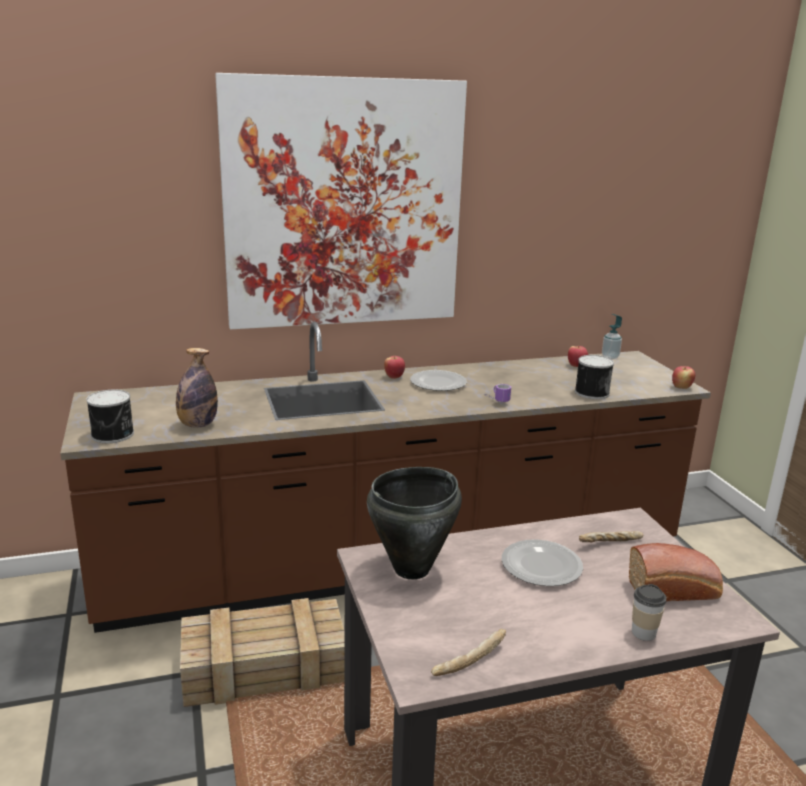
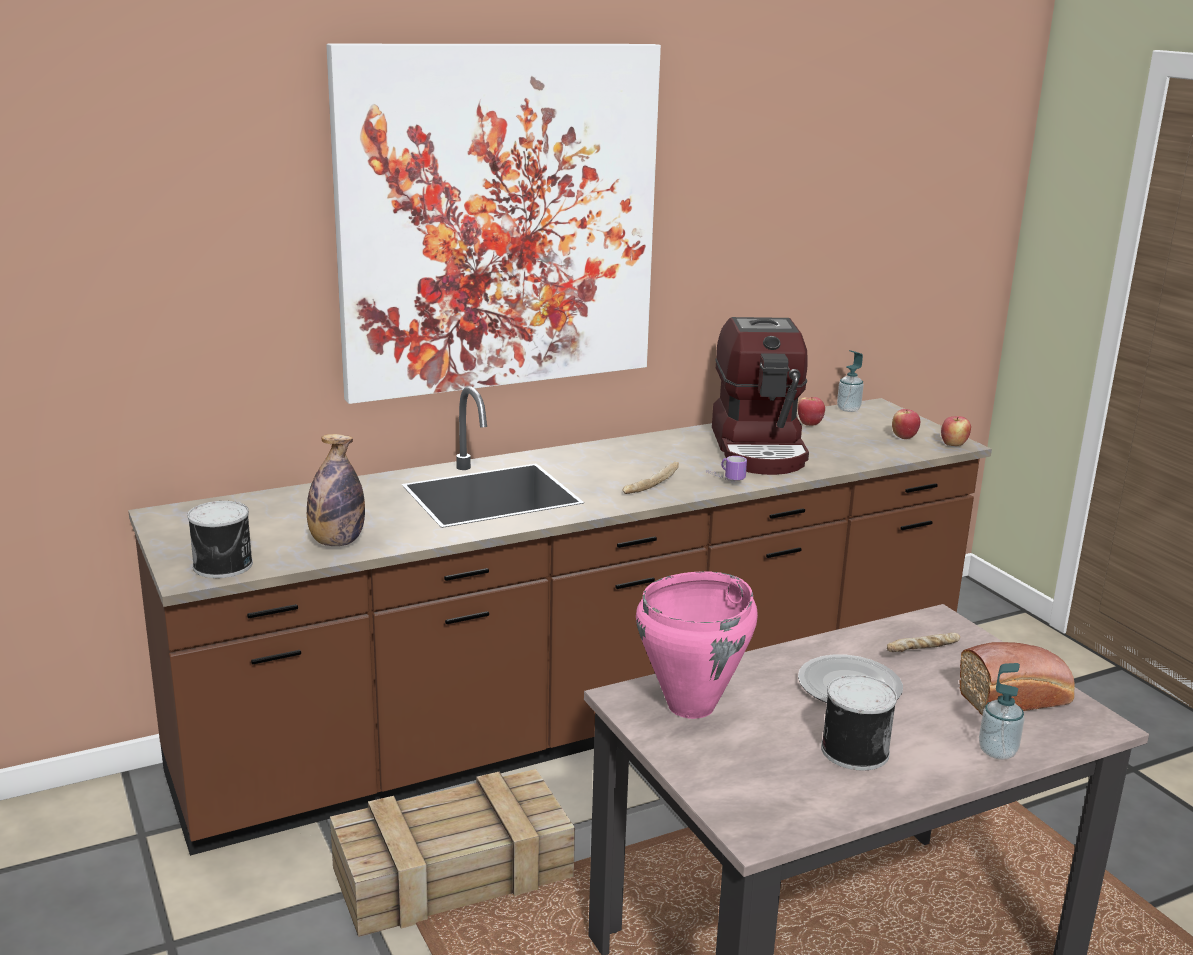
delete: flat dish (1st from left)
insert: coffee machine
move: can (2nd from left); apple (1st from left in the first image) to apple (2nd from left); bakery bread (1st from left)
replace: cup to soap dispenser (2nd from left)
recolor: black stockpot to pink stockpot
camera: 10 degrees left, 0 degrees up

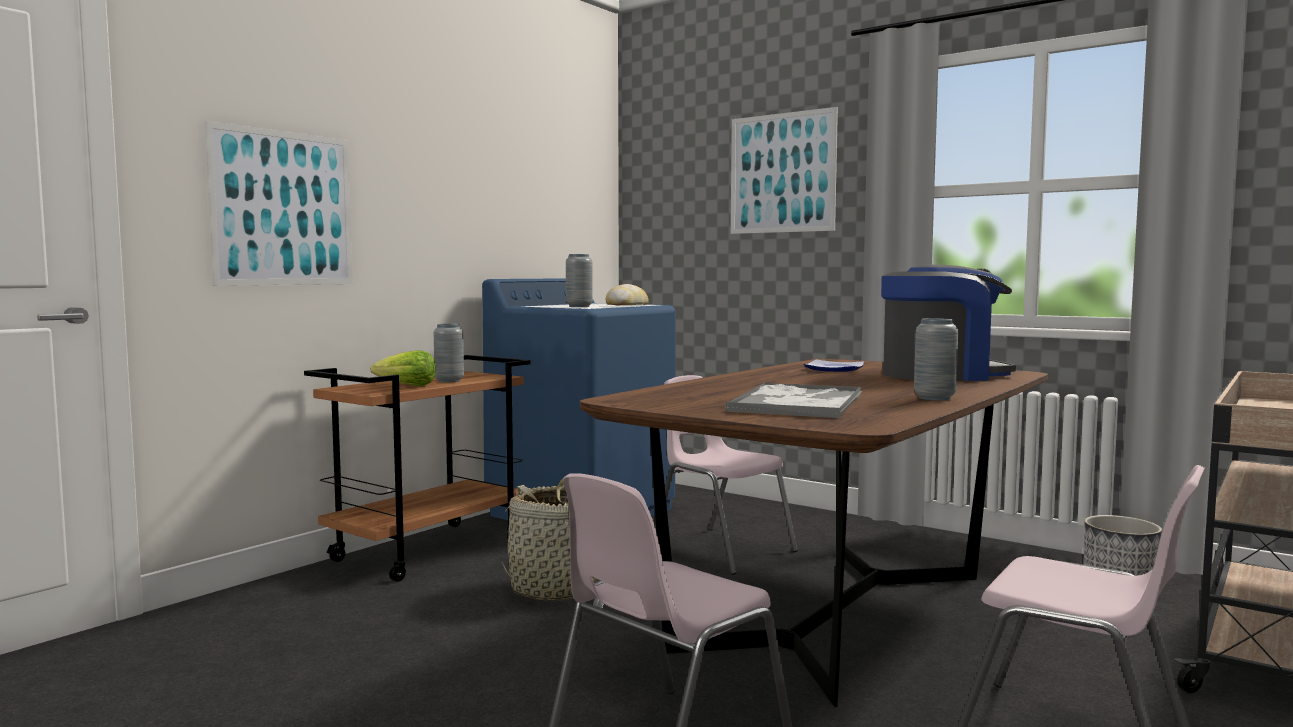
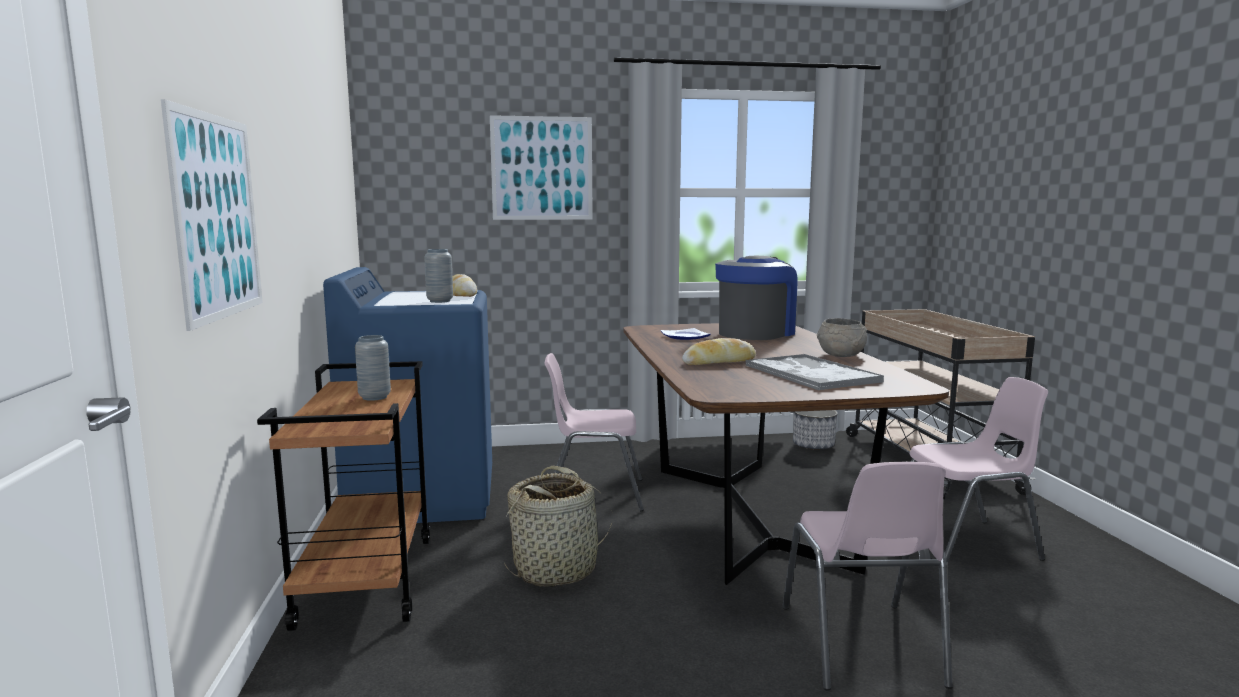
delete: lettuce
insert: bakery bread (2nd from left)
replace: greyish vase (3rd from left) to greyish bowl
camera: 45 degrees left, 5 degrees up

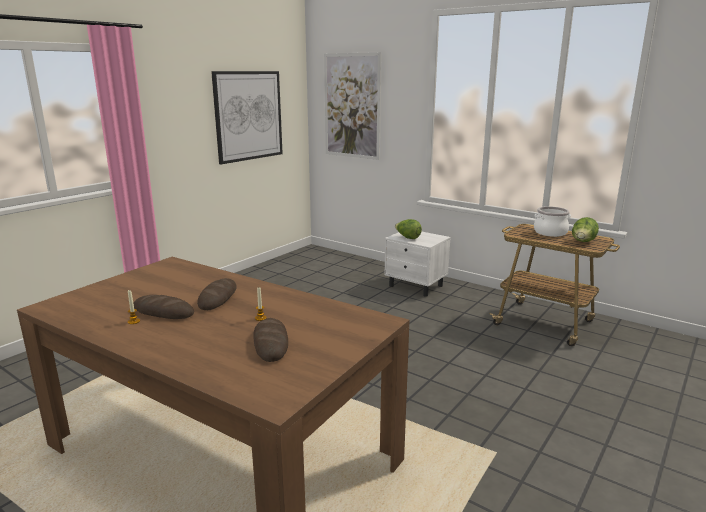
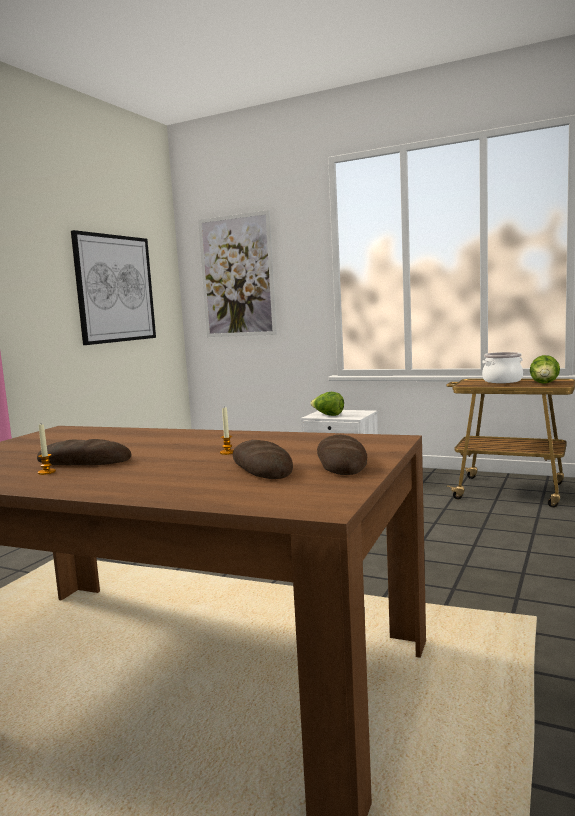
move: bakery bread (2nd from left in the first image) to bakery bread (3rd from left)
camera: 10 degrees left, 10 degrees down

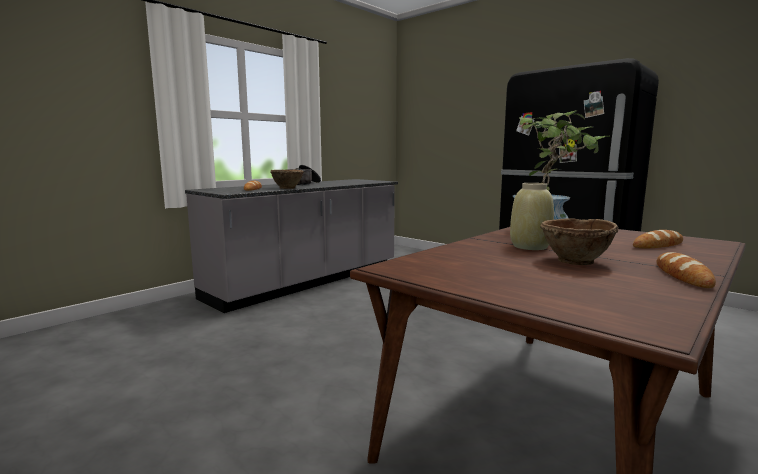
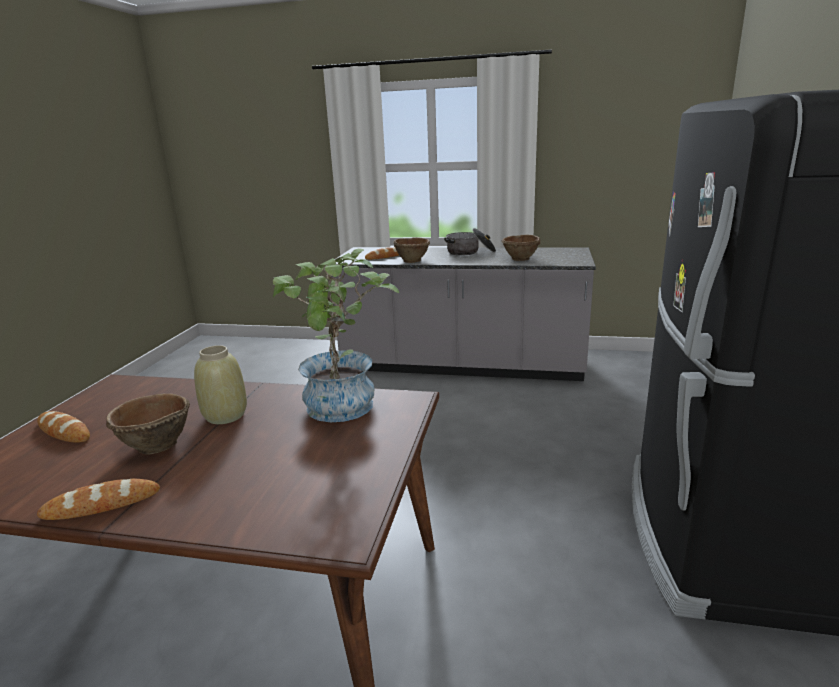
insert: brown bowl (3rd from left)
move: bakery bread (2nd from left in the first image) to bakery bread (1st from left)
camera: 60 degrees right, 10 degrees up

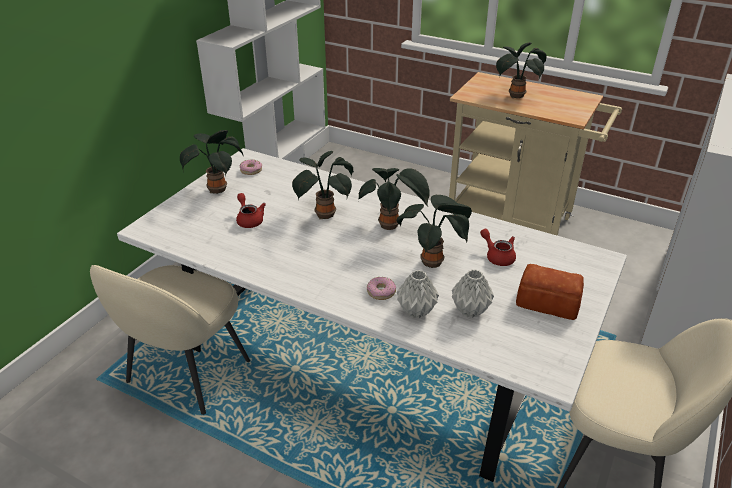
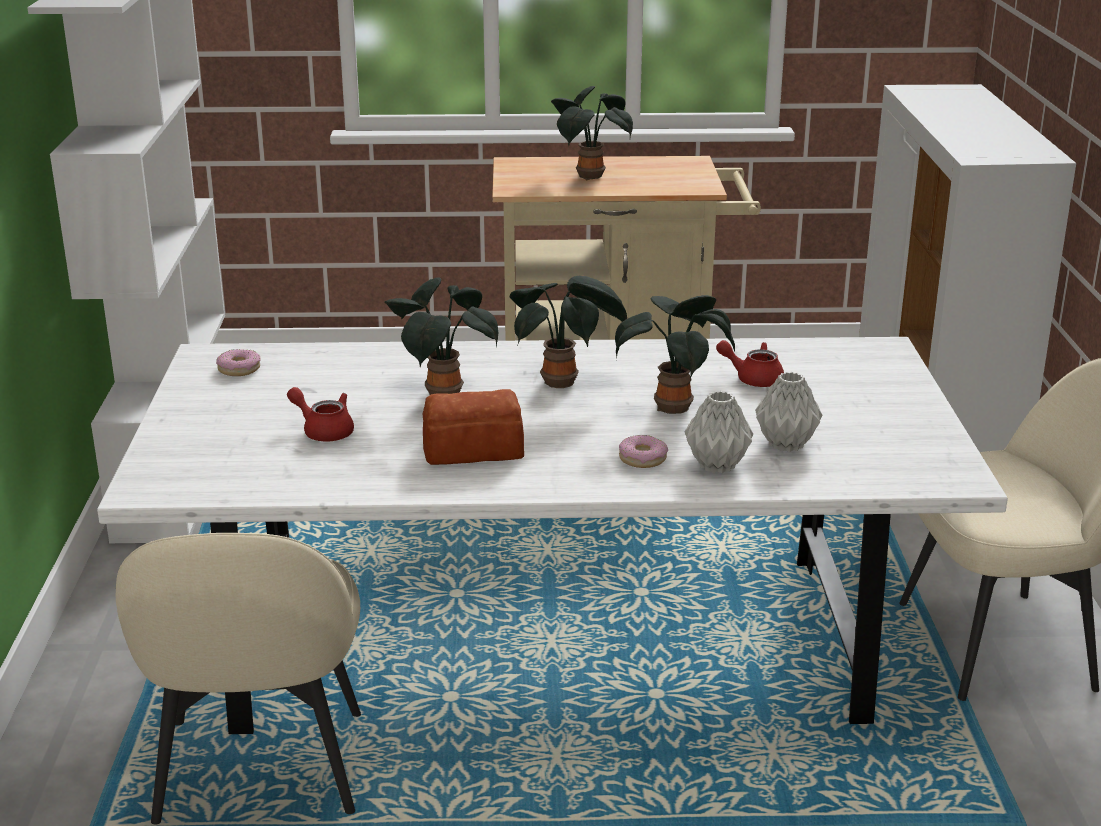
delete: plant in a pot (1st from left)
move: bakery bread
camera: 30 degrees left, 10 degrees down

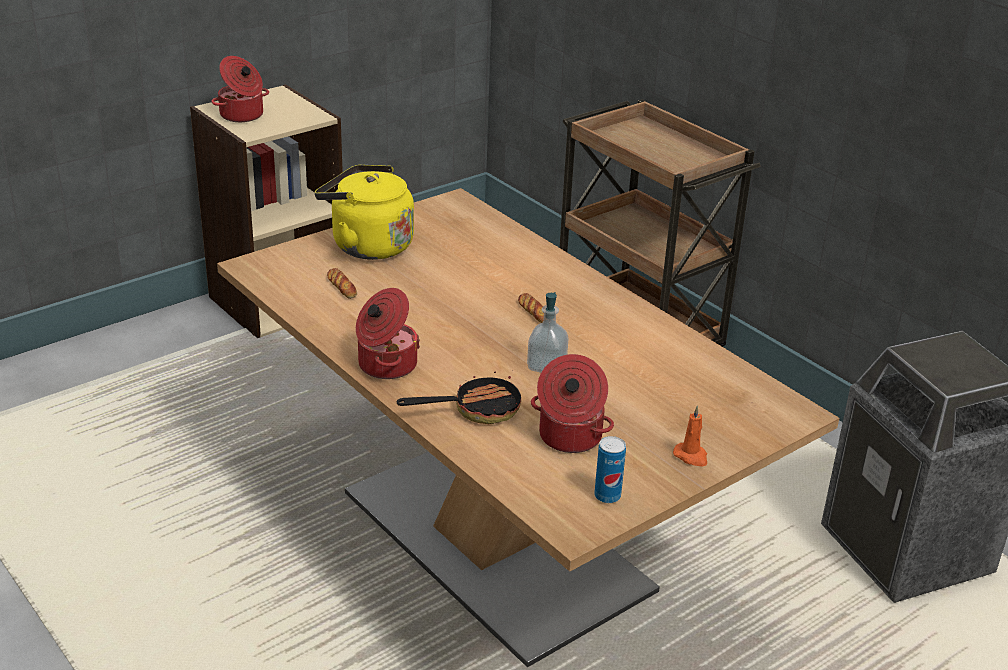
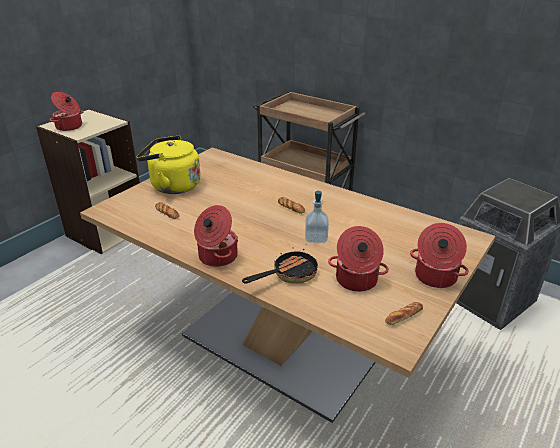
replace: orangey candle to stockpot (4th from left); can to bakery bread (3rd from left)
camera: 15 degrees left, 0 degrees up

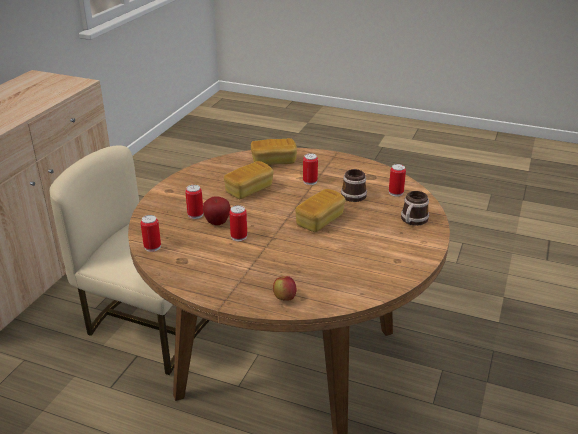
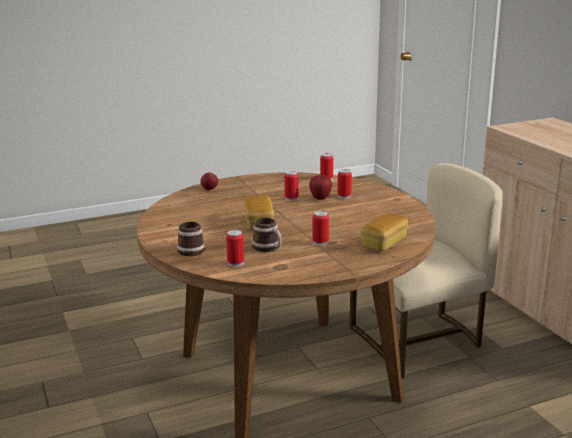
delete: bakery bread (1st from left)
camera: 135 degrees right, 10 degrees down

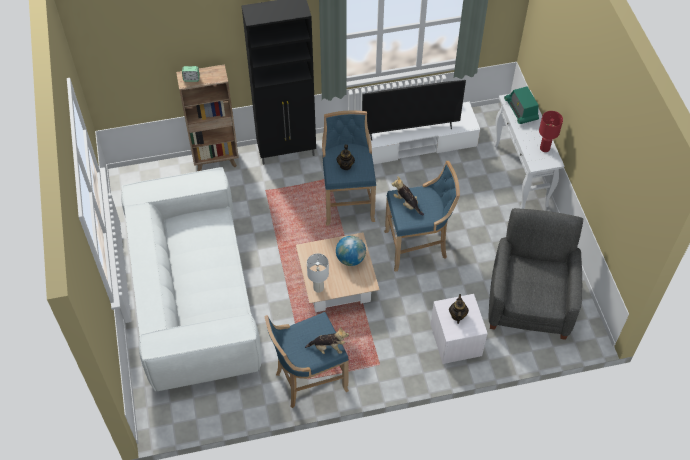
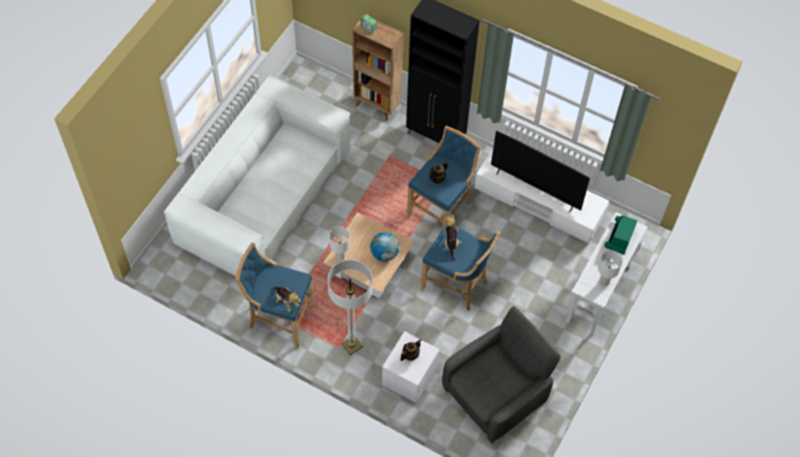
insert: standing lamp
recolor: reddish tabletop lamp to white tabletop lamp (2nd from left)
camera: 40 degrees right, 5 degrees up

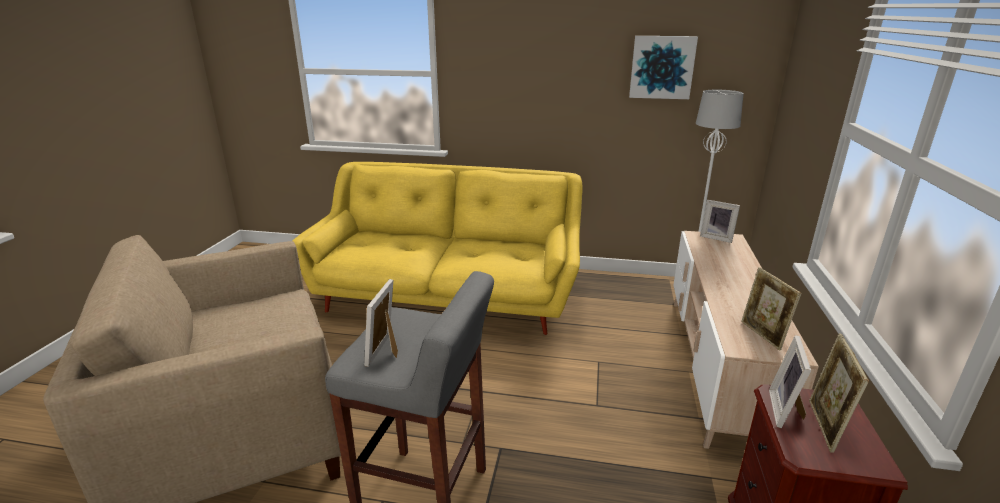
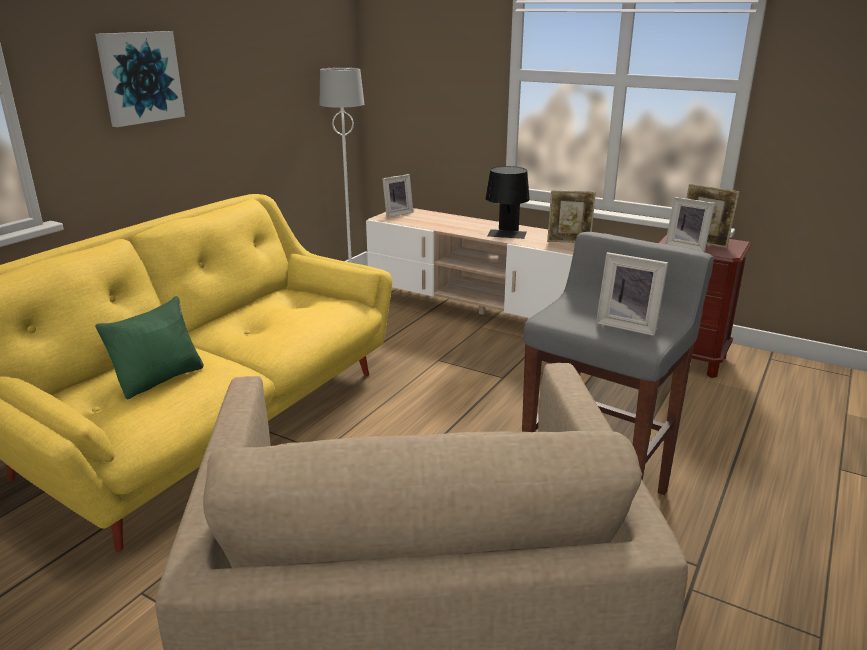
insert: black tabletop lamp; green-coloured pillow
move: wall art
camera: 70 degrees left, 0 degrees up

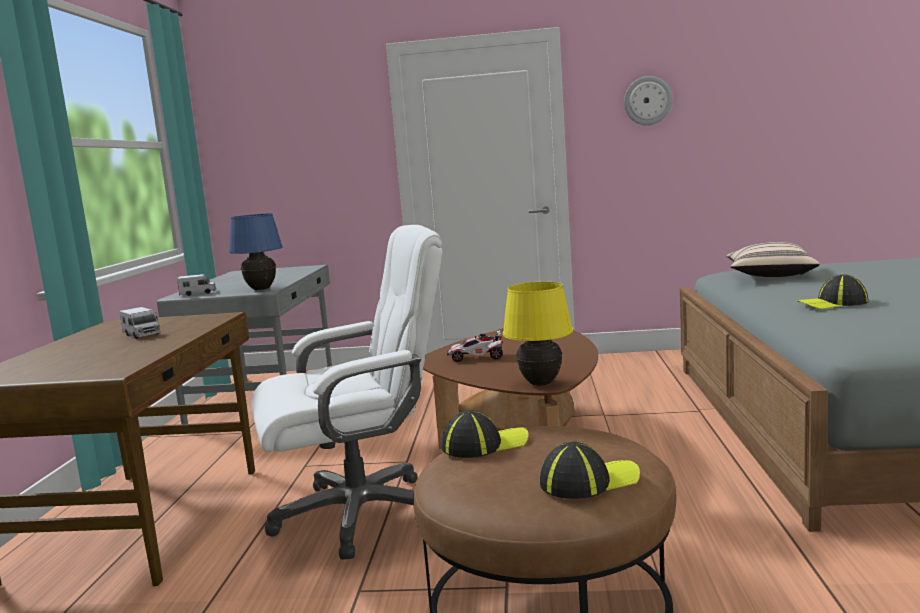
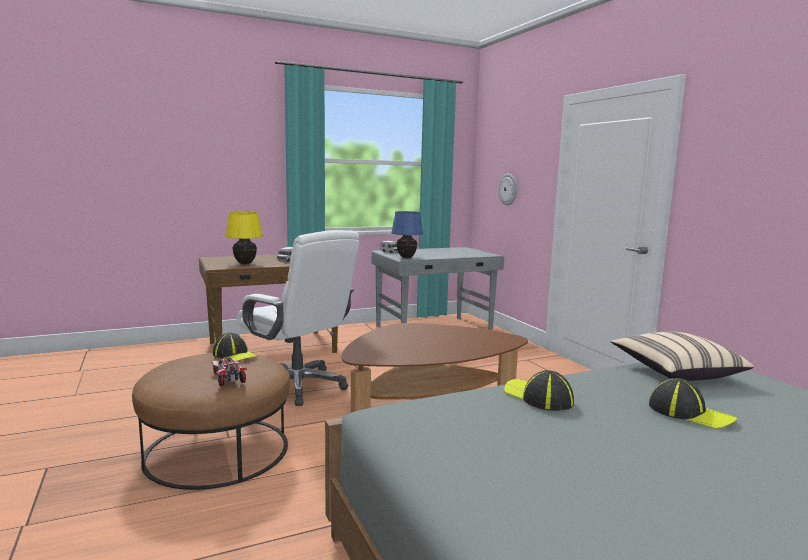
move: clock on the wall; yellow tabletop lamp; miniature car; cap (2nd from left in the first image) to cap (3rd from left)
camera: 60 degrees right, 0 degrees up

